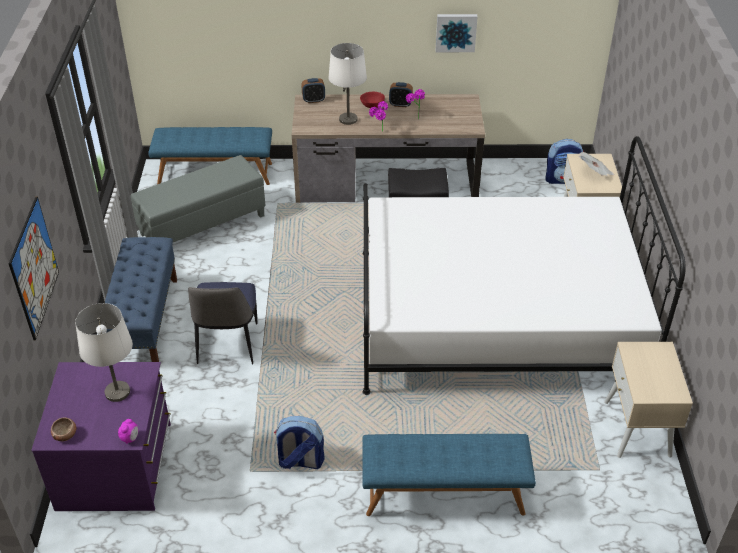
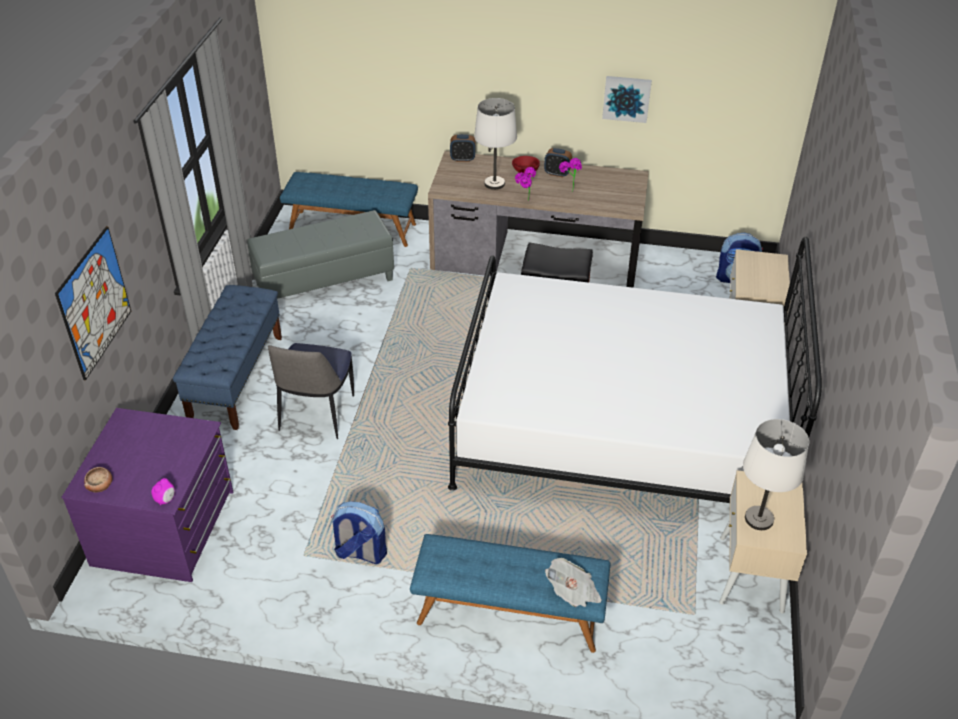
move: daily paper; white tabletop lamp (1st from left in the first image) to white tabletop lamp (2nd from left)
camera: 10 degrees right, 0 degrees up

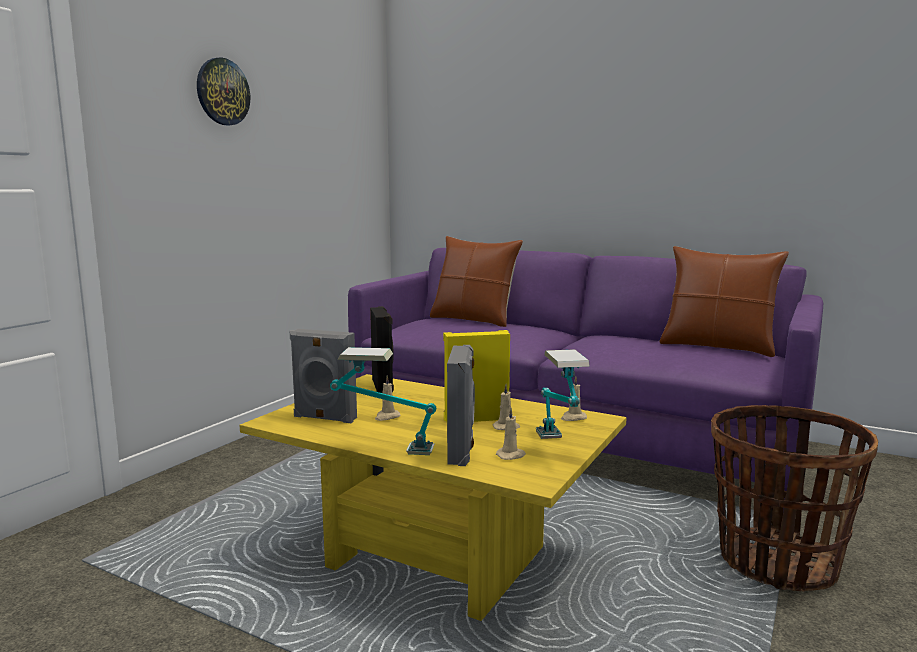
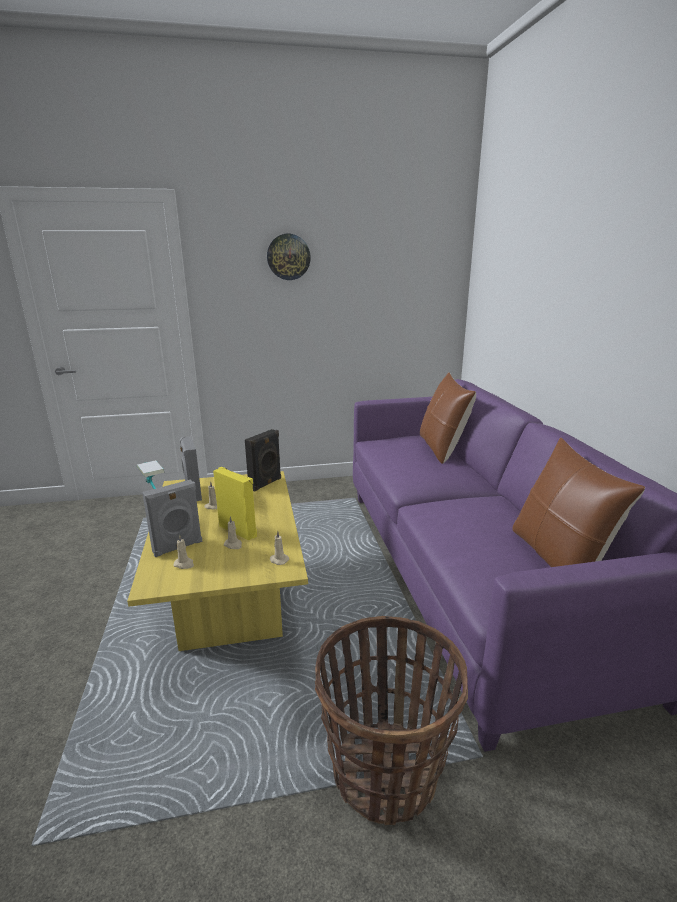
delete: tabletop lamp (2nd from left)
camera: 50 degrees right, 10 degrees up

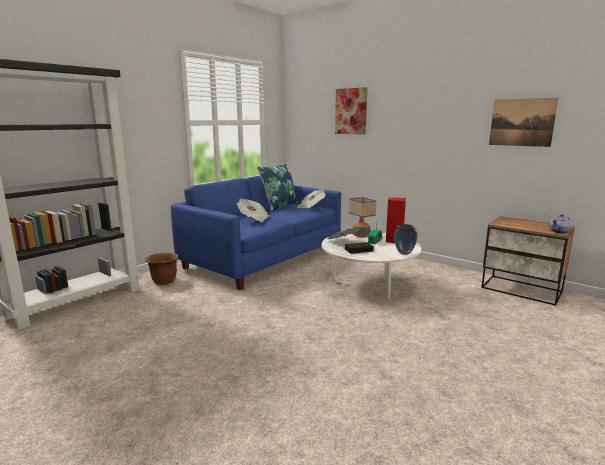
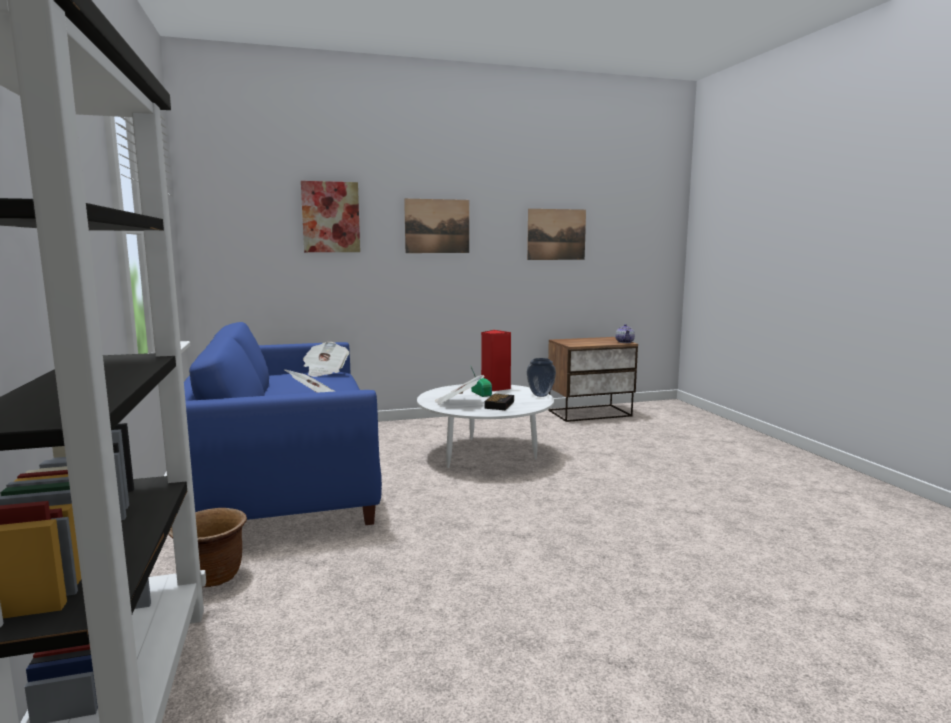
delete: bluish pillow; tabletop lamp
insert: wall art (2nd from left)
camera: 55 degrees left, 5 degrees down

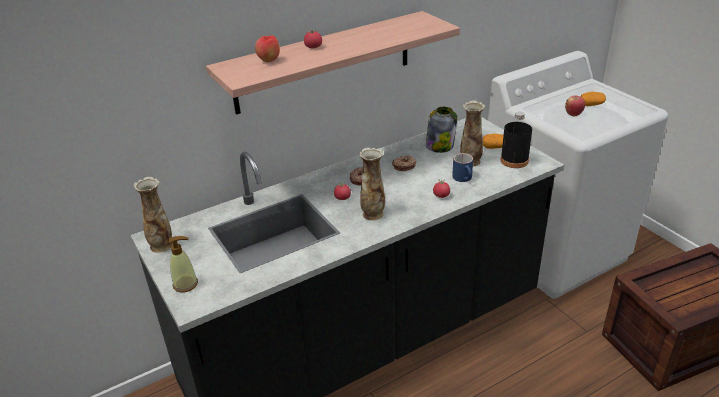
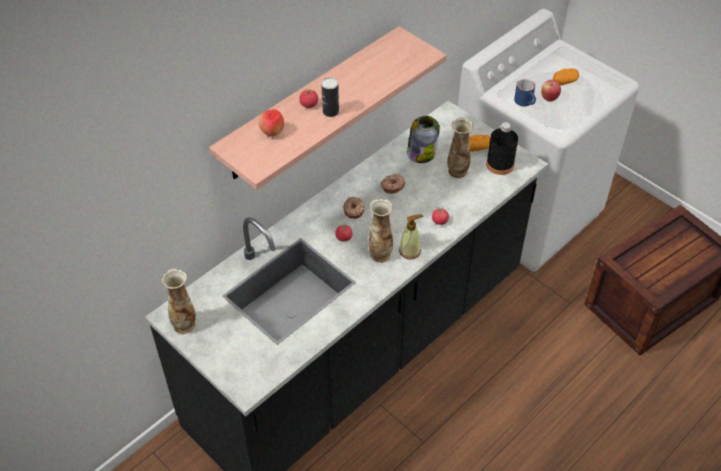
insert: can
move: bluish coffee mug; soap dispenser
camera: 15 degrees left, 15 degrees up

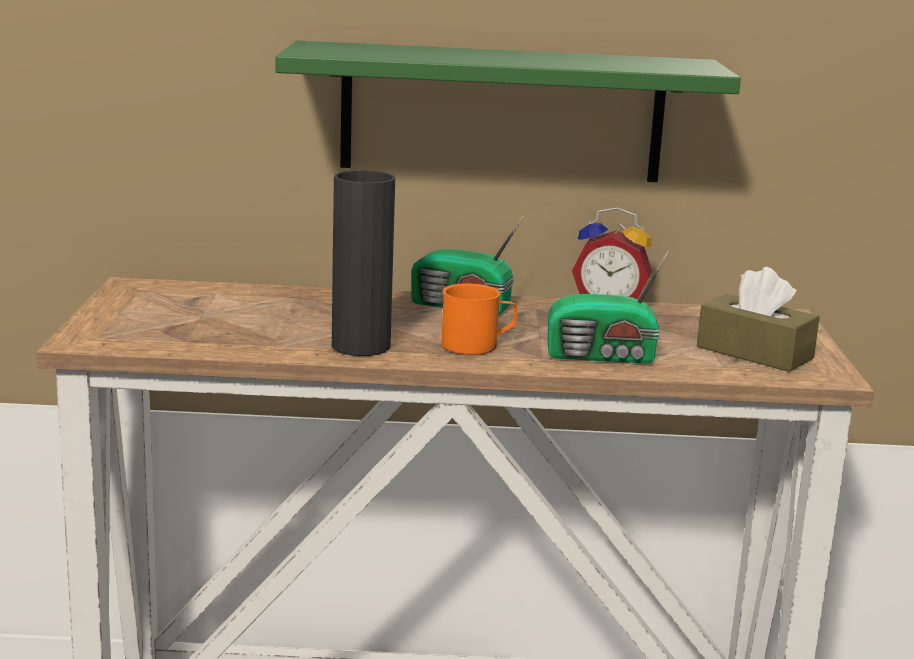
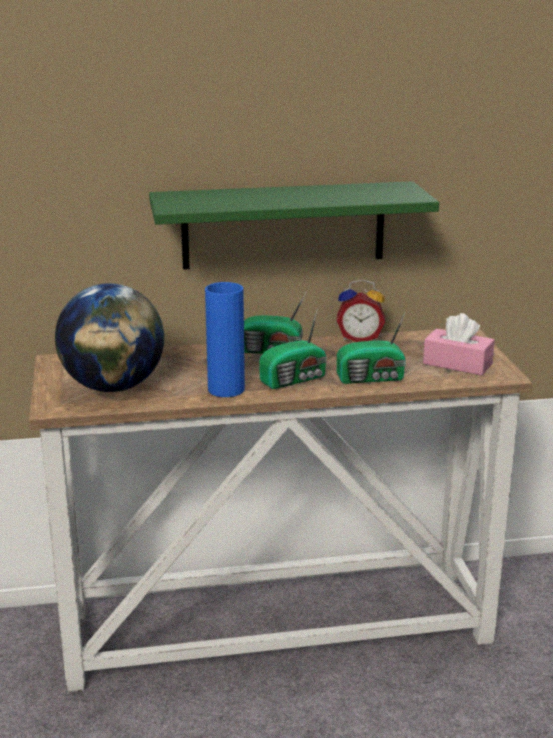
insert: globe
replace: orangey coffee mug to radio (2nd from left)
recolor: black vase to bluish vase; brown box of tissues to pink box of tissues
camera: 10 degrees left, 5 degrees up

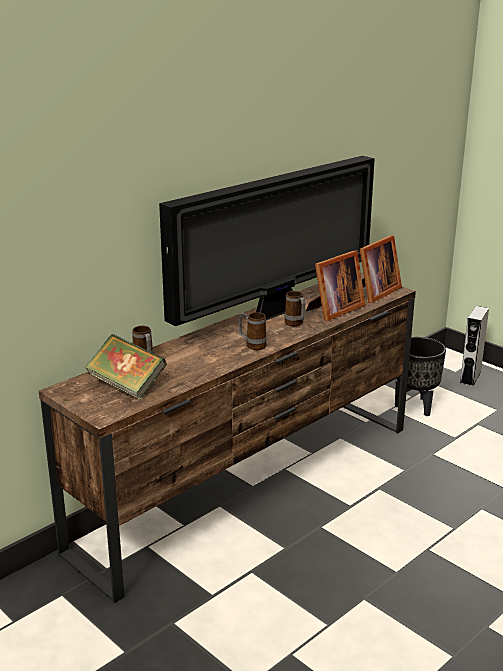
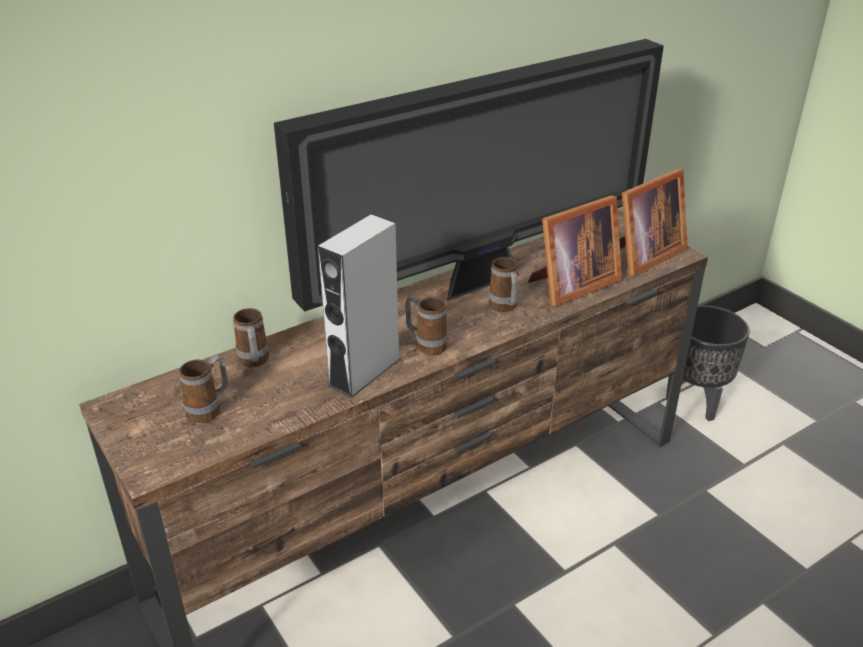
move: greyish loudspeaker
replace: volume to coffee mug (1st from left)
camera: 10 degrees right, 10 degrees up

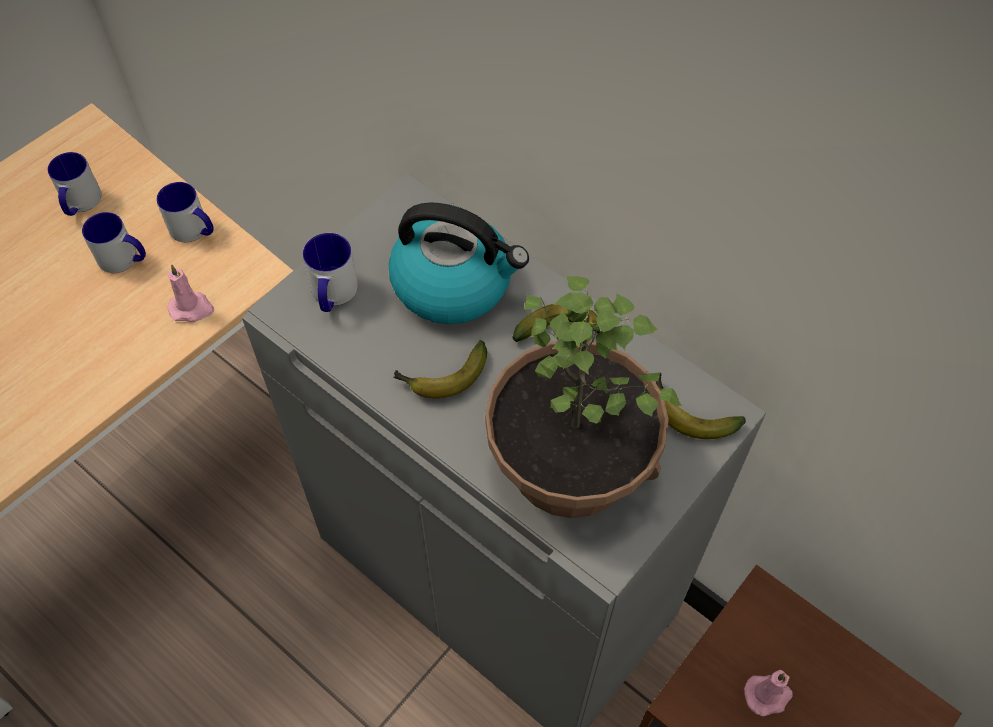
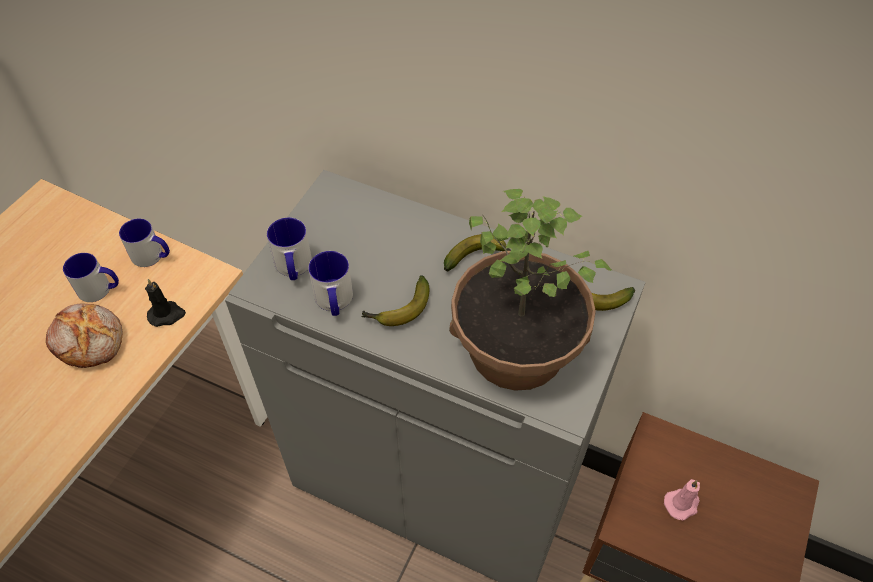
delete: tea kettle
insert: bakery bread
move: coffee mug (1st from left in the first image) to coffee mug (4th from left)
recolor: pink candle (1st from left) to black candle
camera: 15 degrees left, 5 degrees down

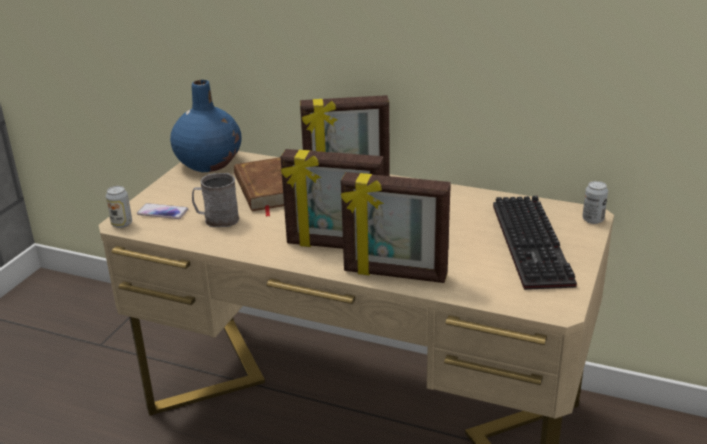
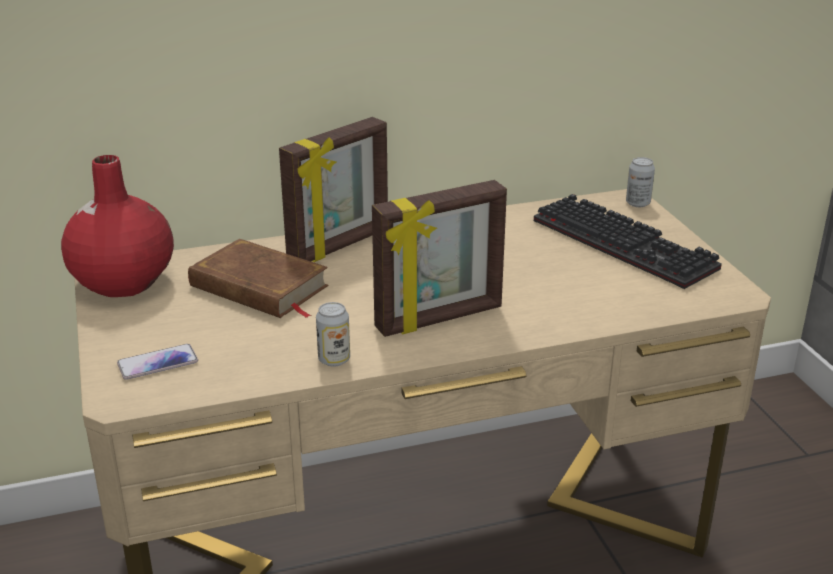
delete: standing frame (3rd from left); greyish coffee mug
move: can (1st from left)
recolor: bluish vase to reddish vase
camera: 40 degrees left, 0 degrees up

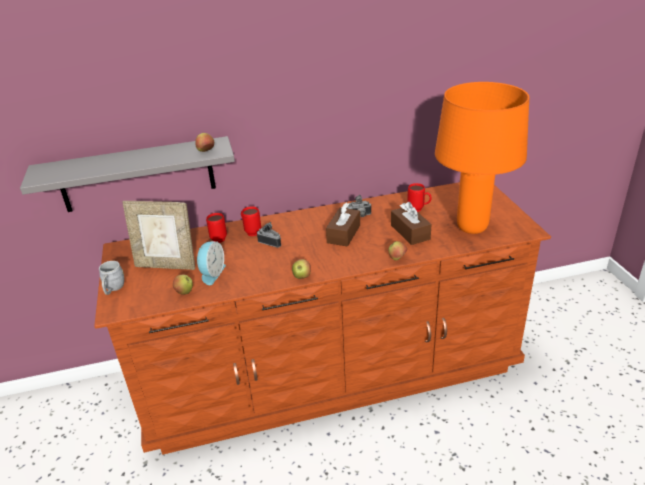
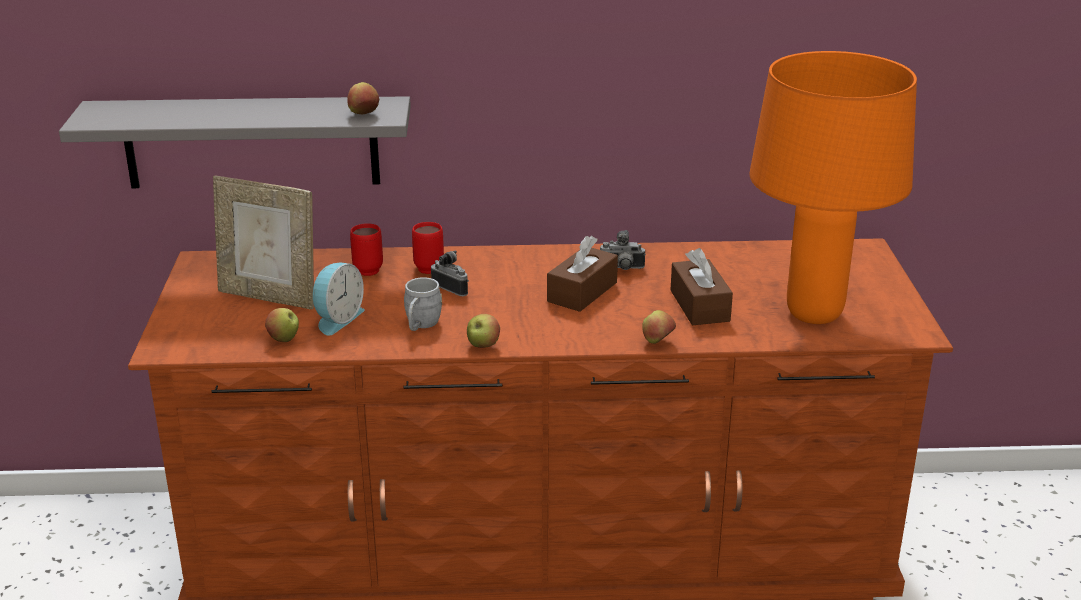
delete: reddish coffee mug (3rd from left)
move: greyish coffee mug
camera: 10 degrees right, 5 degrees down

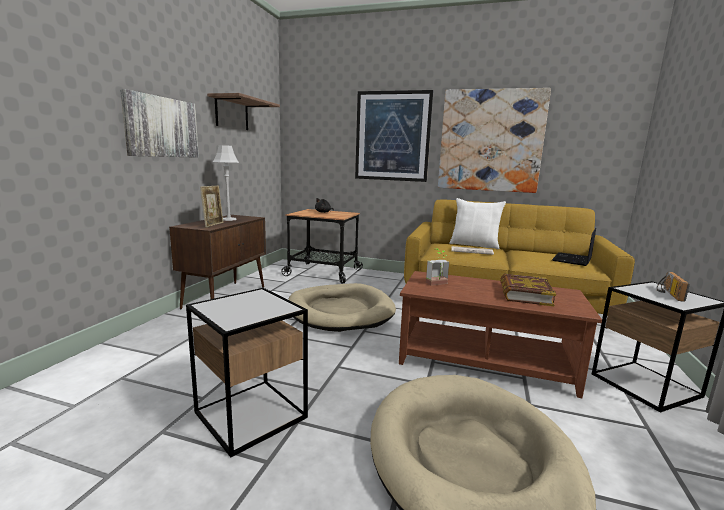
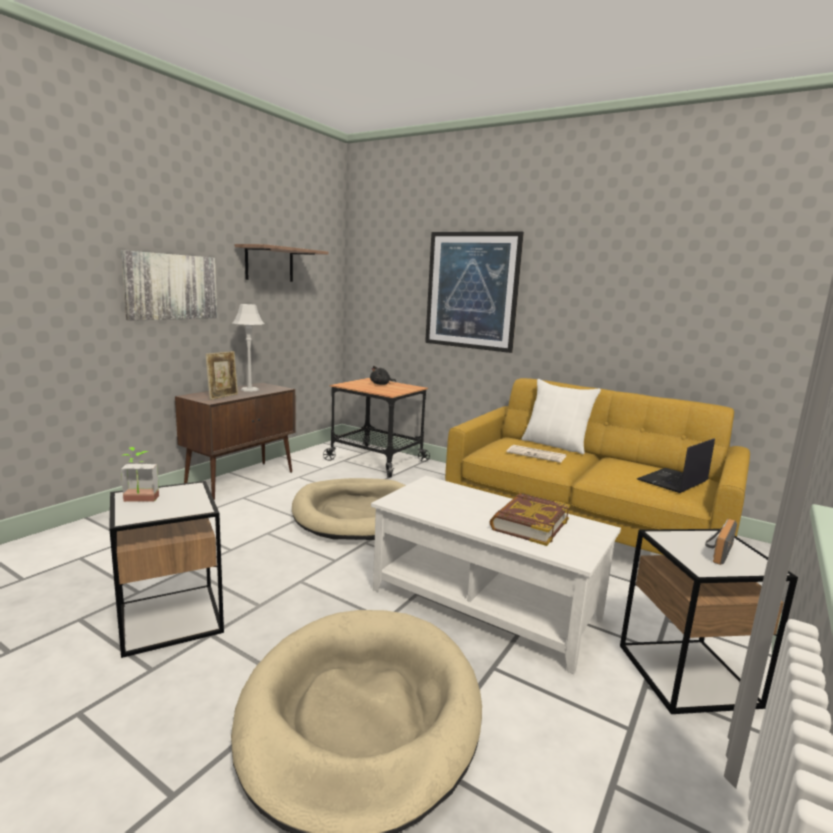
delete: wall art (3rd from left)
move: plant in a pot
recolor: brown low table to white low table
camera: 15 degrees right, 0 degrees up

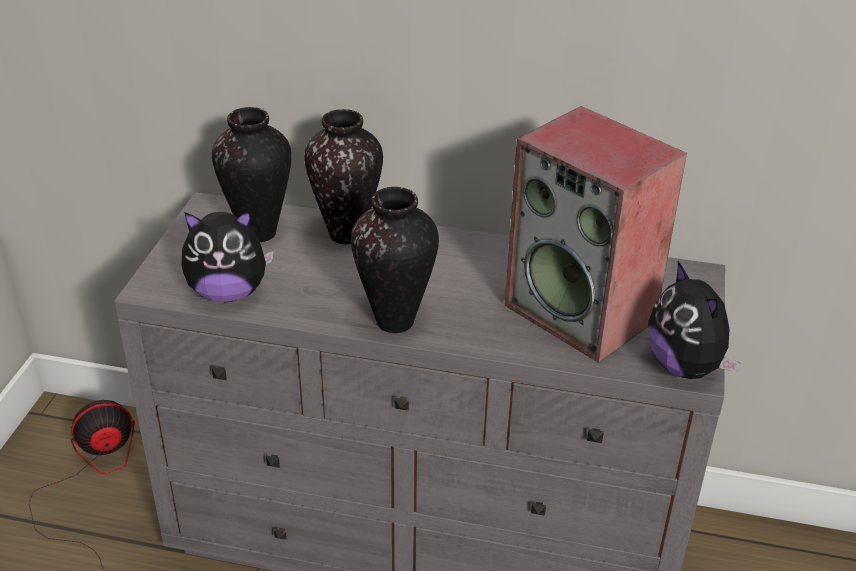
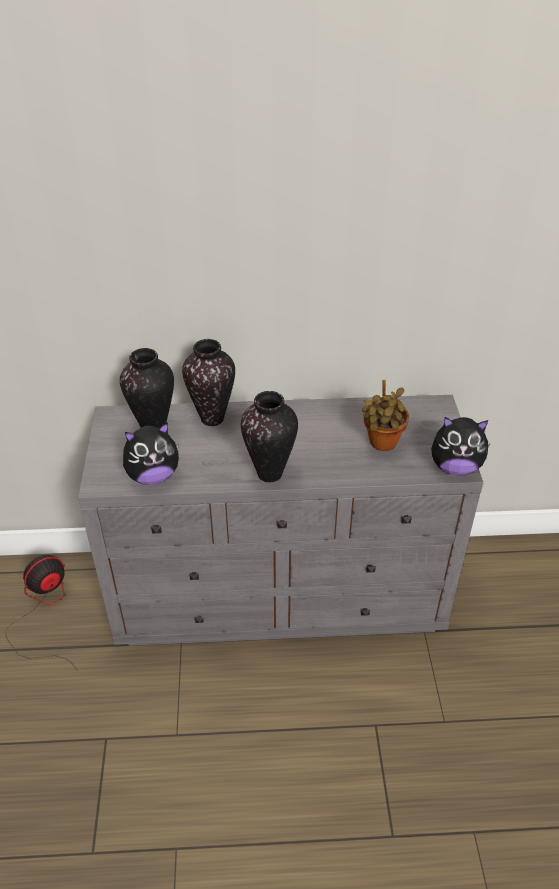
replace: loudspeaker to plant in a pot
rotate: cuddly toy (2nd from left) 45 degrees counterclockwise
camera: 15 degrees left, 5 degrees up

